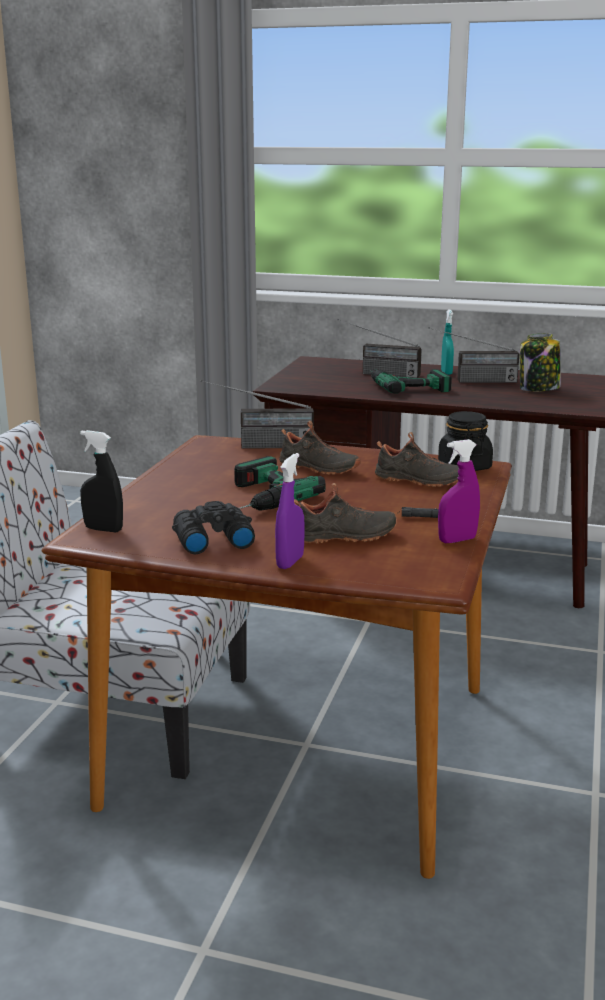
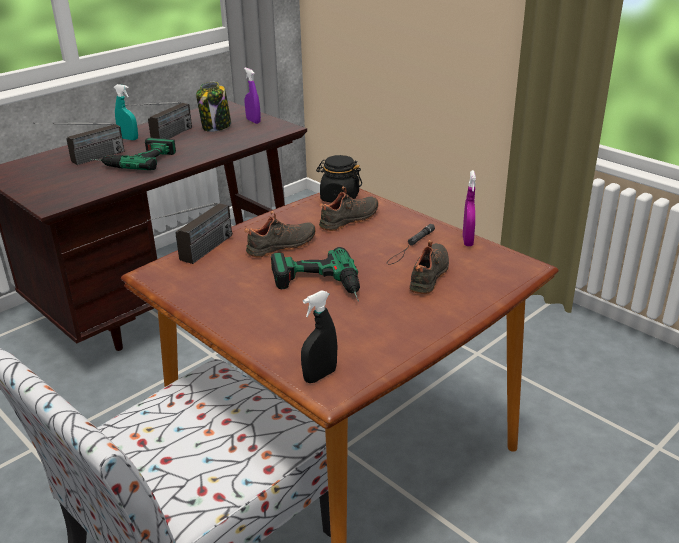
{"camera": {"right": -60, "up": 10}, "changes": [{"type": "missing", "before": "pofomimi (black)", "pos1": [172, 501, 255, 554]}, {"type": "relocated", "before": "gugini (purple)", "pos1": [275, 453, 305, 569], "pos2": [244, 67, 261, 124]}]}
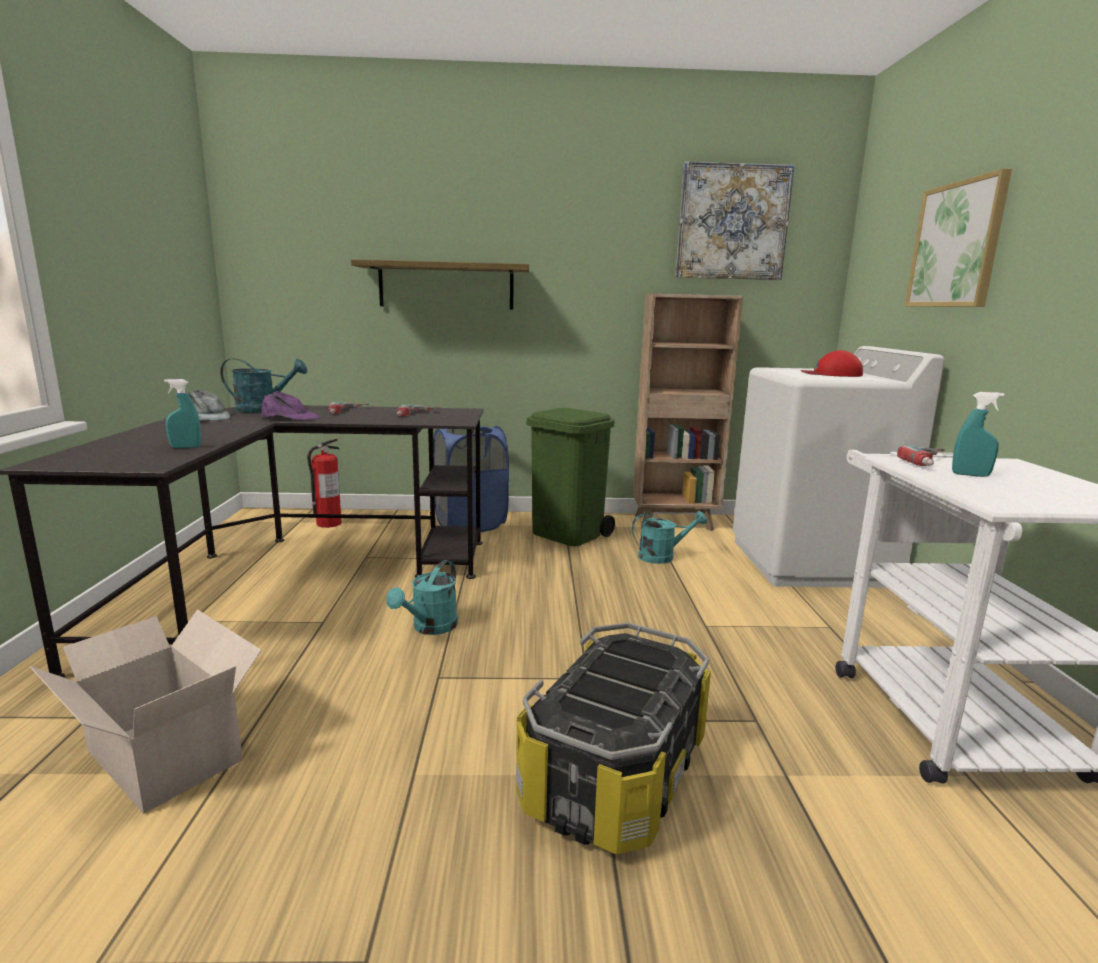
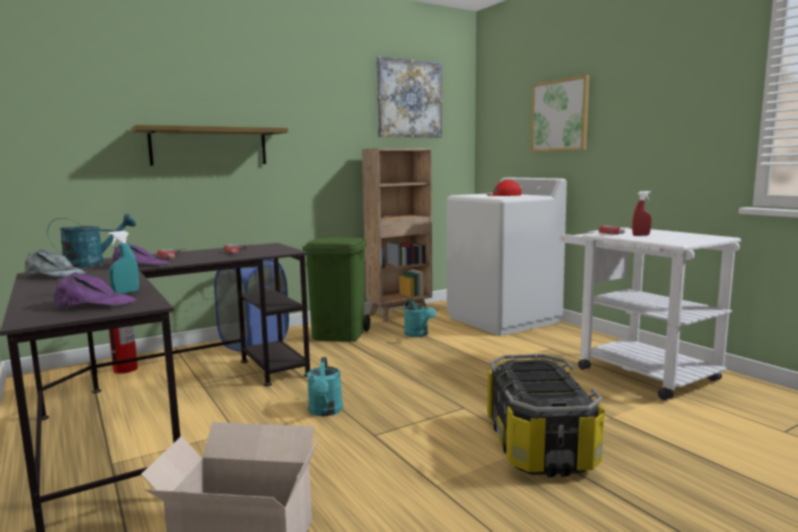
{"camera": {"right": -30, "up": -5}, "changes": [{"type": "spun", "before": "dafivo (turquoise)", "pos1": [632, 511, 707, 564], "pos2": [404, 299, 436, 337], "turn": 105}, {"type": "colour", "before": "gugini (turquoise)", "after": "gugini (red)", "pos1": [952, 392, 1005, 477], "pos2": [632, 191, 652, 236]}, {"type": "appeared", "after": "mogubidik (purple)", "pos2": [54, 272, 137, 308]}]}
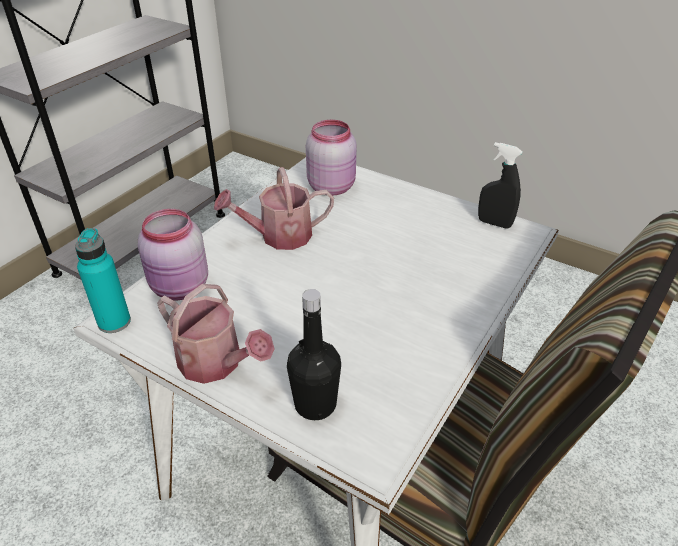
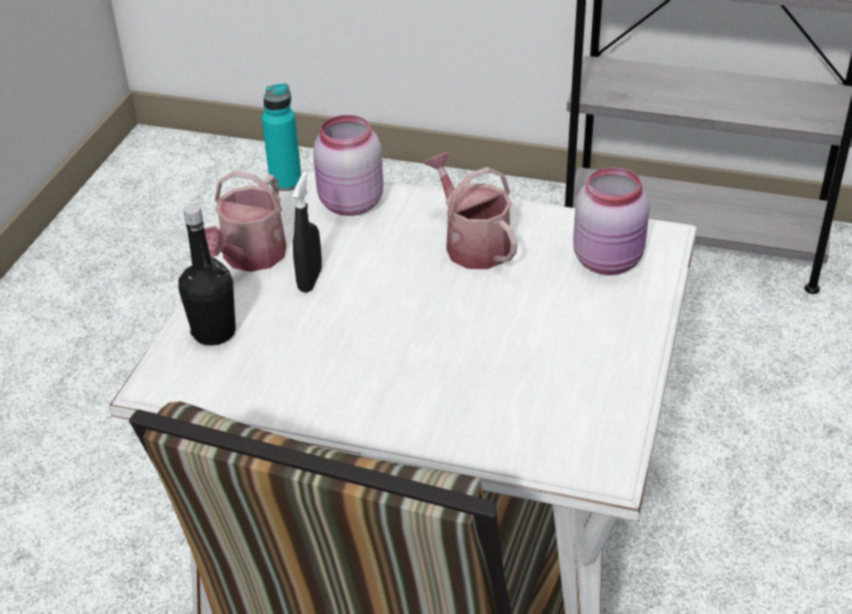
{"camera": {"right": 75, "up": 0}, "changes": [{"type": "relocated", "before": "gugini (black)", "pos1": [478, 142, 522, 229], "pos2": [292, 171, 322, 293]}]}
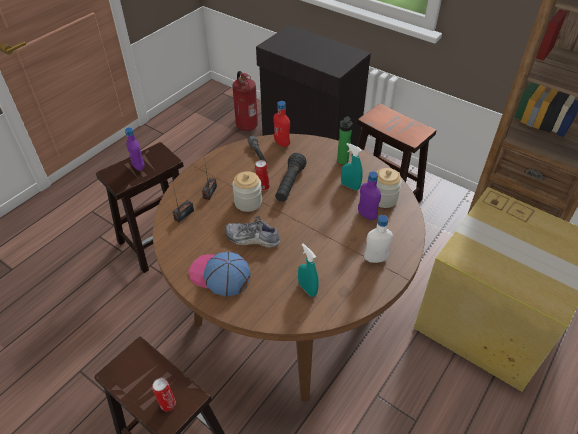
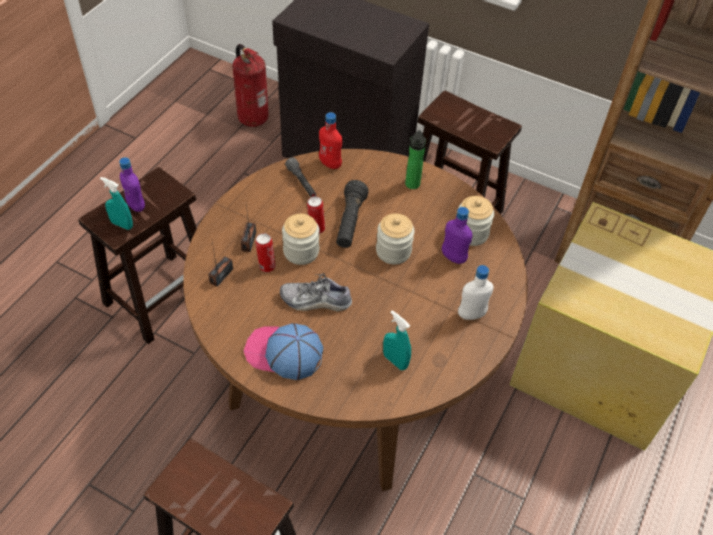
{"camera": {"right": -10, "up": 5}, "changes": [{"type": "relocated", "before": "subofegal", "pos1": [152, 378, 176, 411], "pos2": [255, 233, 276, 272]}, {"type": "relocated", "before": "gugini (turquoise)", "pos1": [341, 143, 363, 190], "pos2": [100, 177, 133, 230]}, {"type": "appeared", "after": "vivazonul", "pos2": [376, 213, 415, 264]}]}
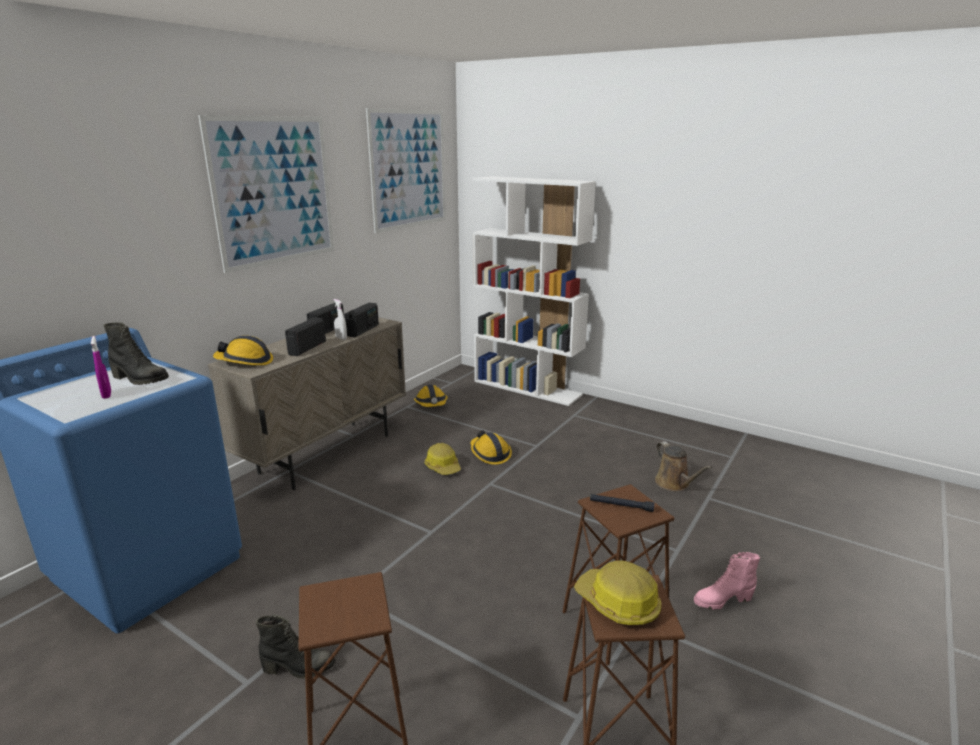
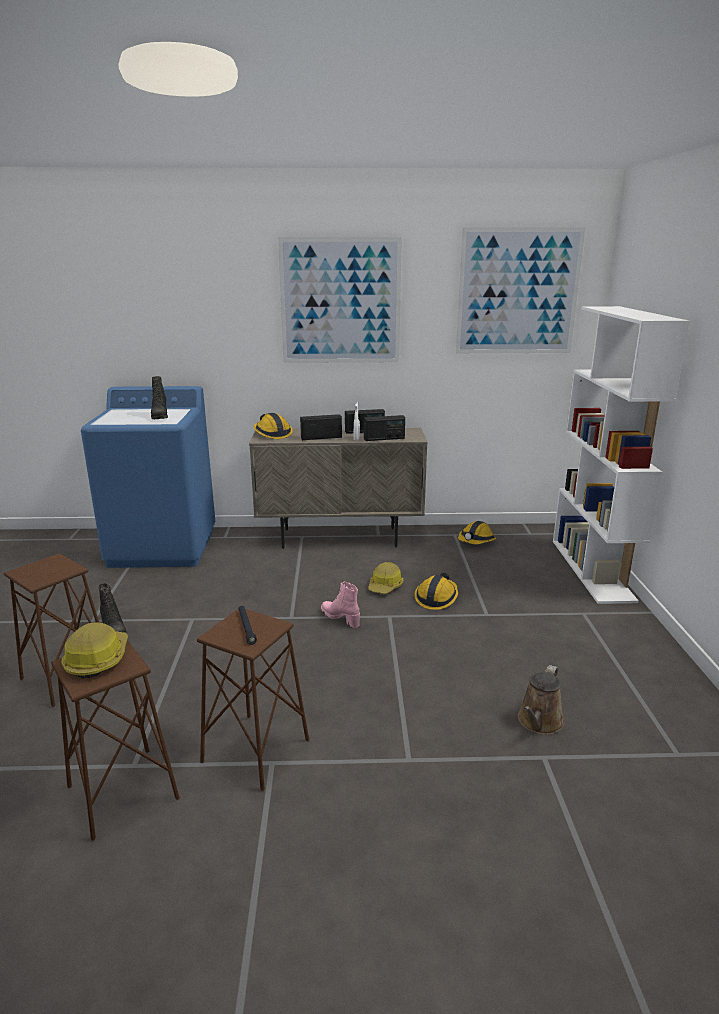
{"camera": {"right": 55, "up": 0}, "changes": [{"type": "missing", "before": "gugini (purple)", "pos1": [91, 336, 111, 399]}, {"type": "relocated", "before": "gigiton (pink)", "pos1": [694, 552, 760, 610], "pos2": [321, 582, 360, 628]}]}
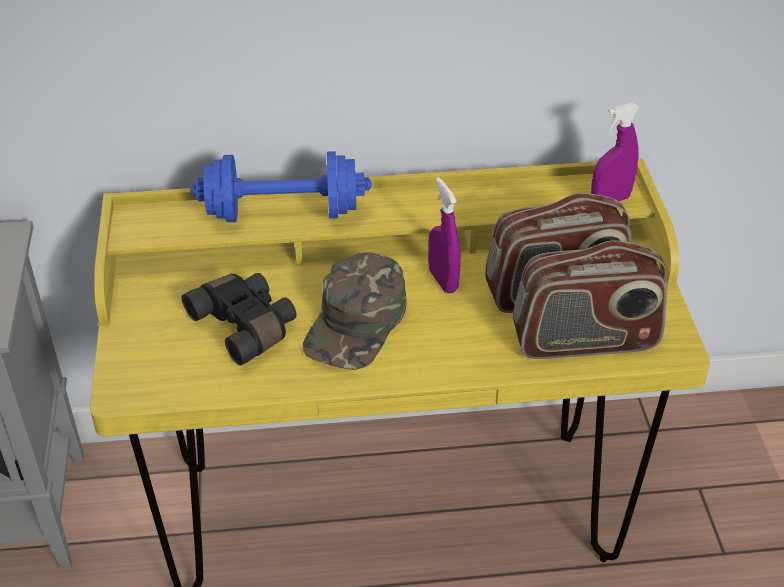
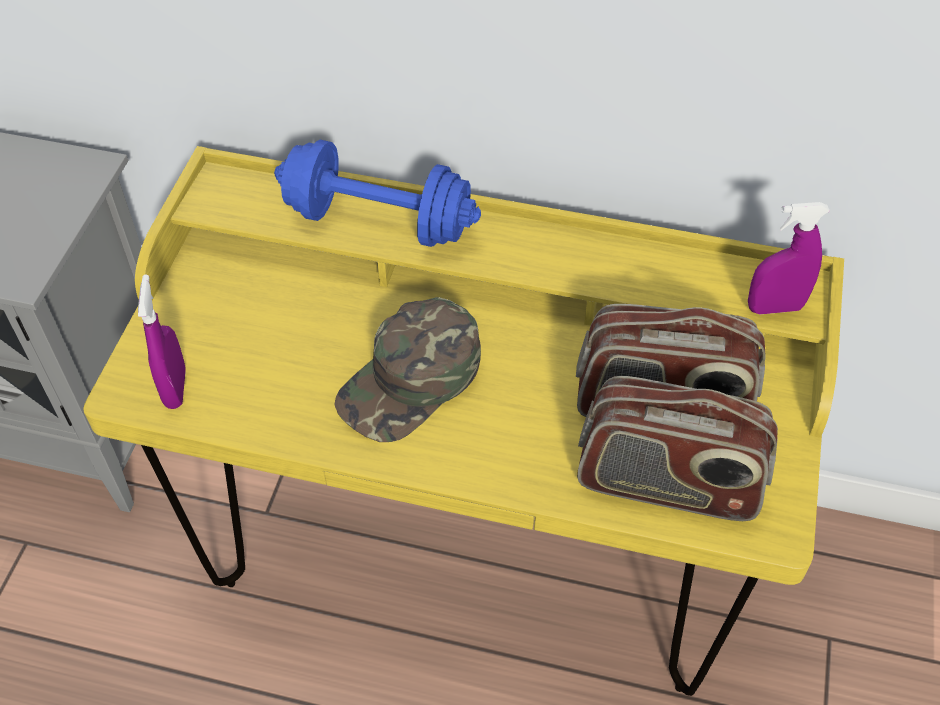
{"camera": {"right": 20, "up": 10}, "changes": [{"type": "missing", "before": "pofomimi (black)", "pos1": [182, 273, 297, 366]}, {"type": "relocated", "before": "gugini (purple)", "pos1": [428, 177, 461, 293], "pos2": [138, 274, 186, 409]}]}
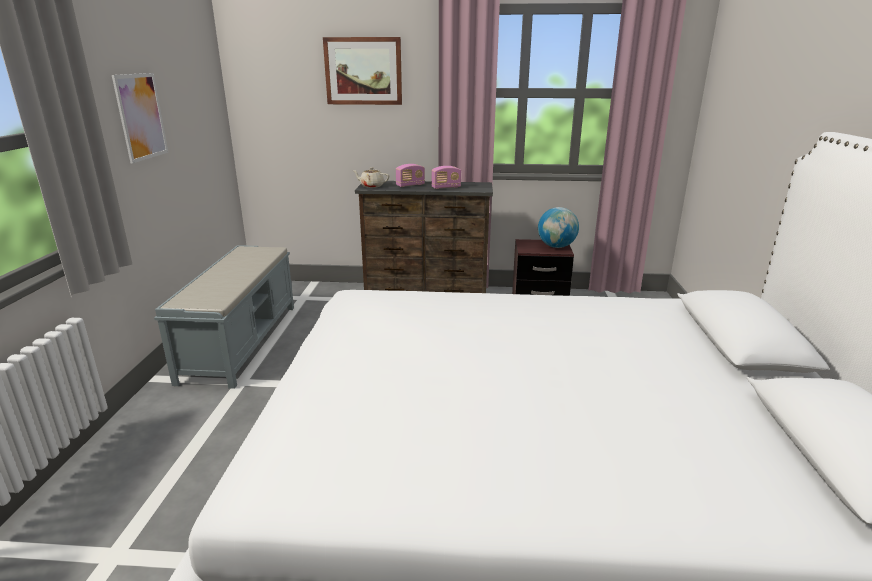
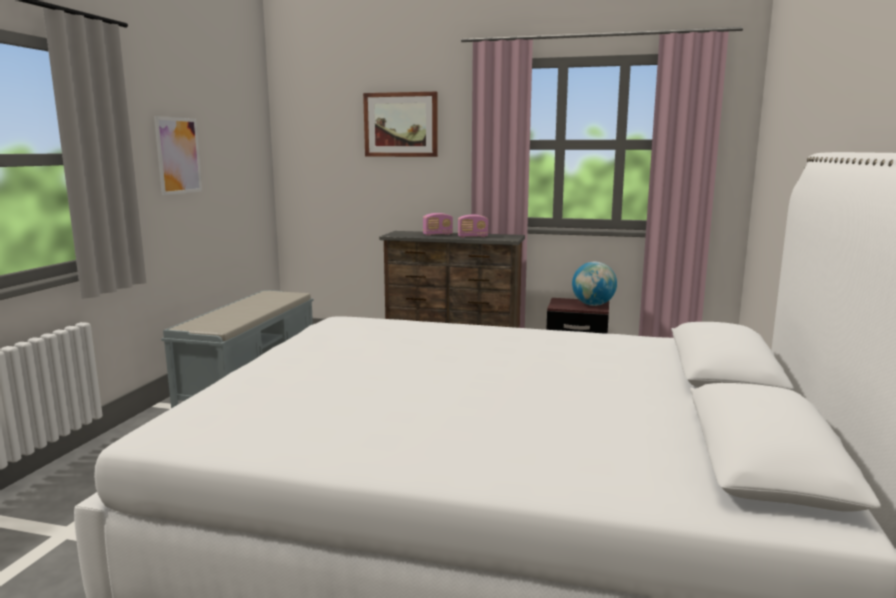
{"camera": {"right": 10, "up": -10}, "changes": [{"type": "missing", "before": "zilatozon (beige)", "pos1": [352, 167, 389, 188]}]}
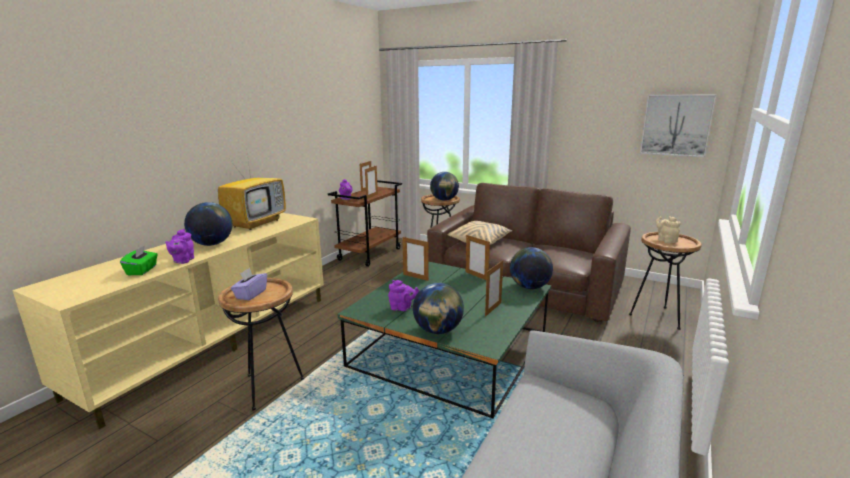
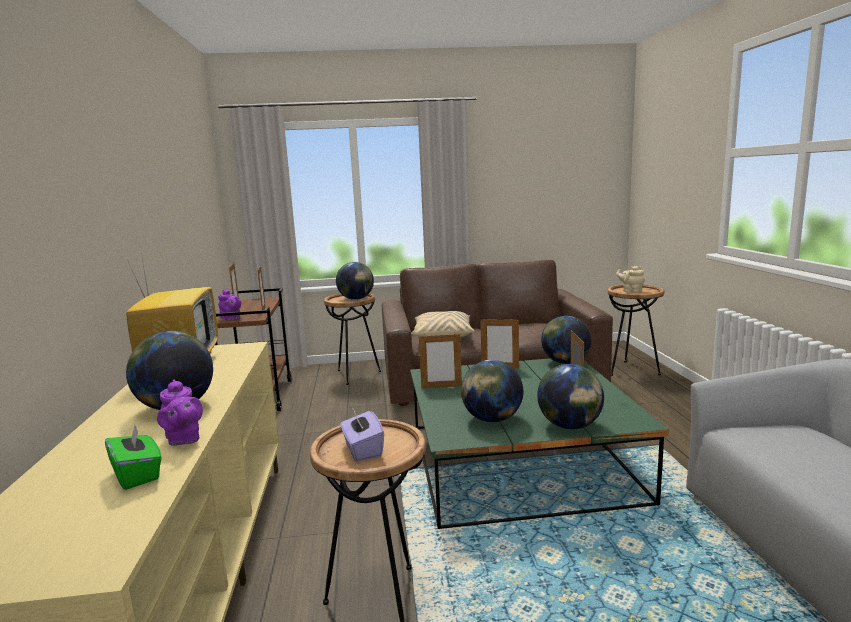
{"camera": {"right": -35, "up": -5}, "changes": [{"type": "exchanged", "before": "zilatozon (purple)", "after": "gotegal", "pos1": [388, 280, 419, 311], "pos2": [461, 360, 523, 422]}, {"type": "missing", "before": "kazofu", "pos1": [640, 94, 716, 157]}]}
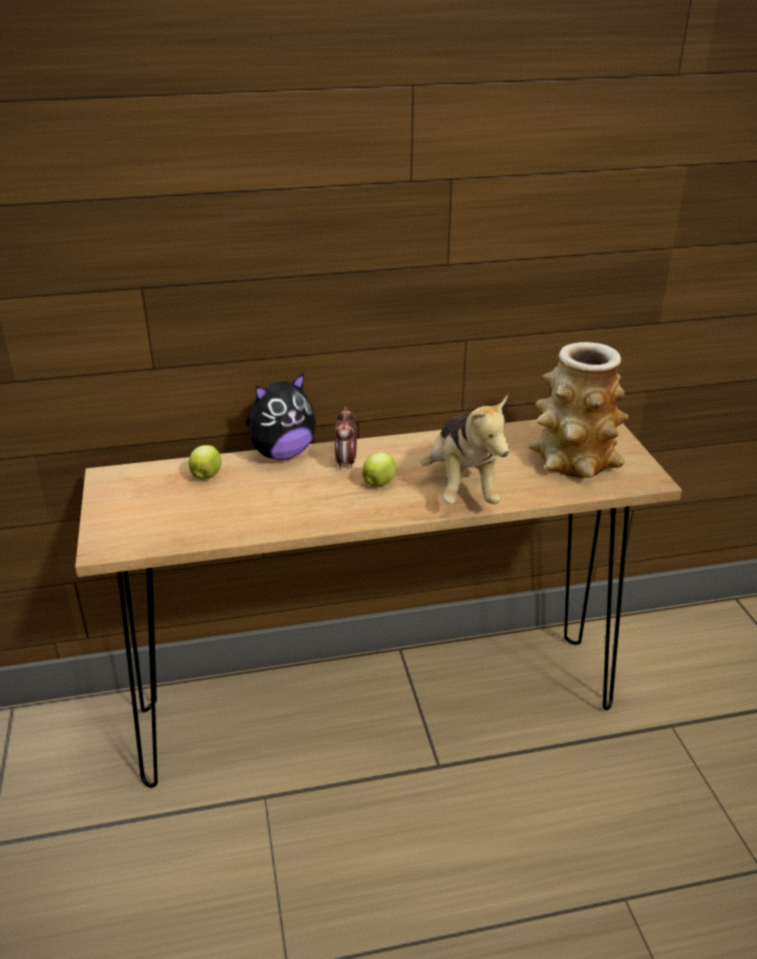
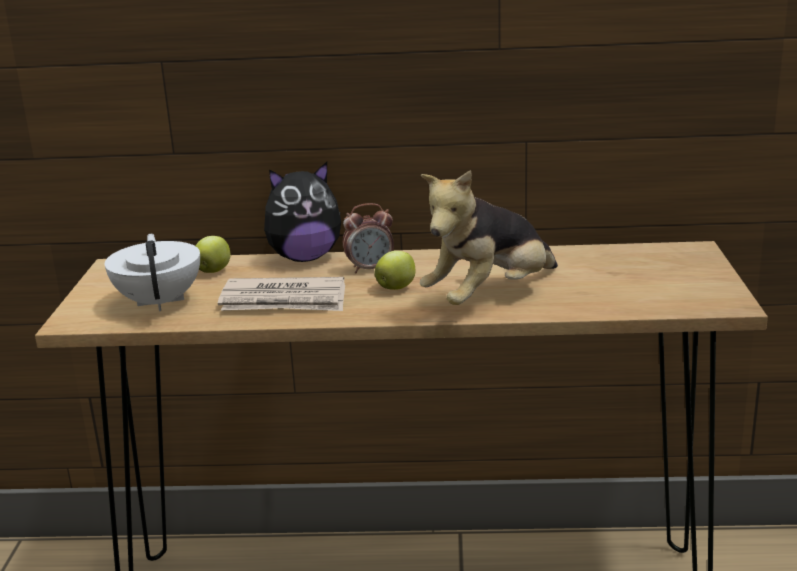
{"camera": {"right": 15, "up": -10}, "changes": [{"type": "spun", "before": "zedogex", "pos1": [335, 407, 357, 470], "pos2": [343, 203, 394, 273], "turn": -120}, {"type": "spun", "before": "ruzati", "pos1": [420, 394, 510, 504], "pos2": [420, 170, 558, 305], "turn": 45}, {"type": "missing", "before": "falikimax", "pos1": [529, 342, 629, 478]}, {"type": "appeared", "after": "zilatozon (white)", "pos2": [105, 234, 200, 311]}, {"type": "appeared", "after": "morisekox", "pos2": [218, 277, 345, 311]}]}
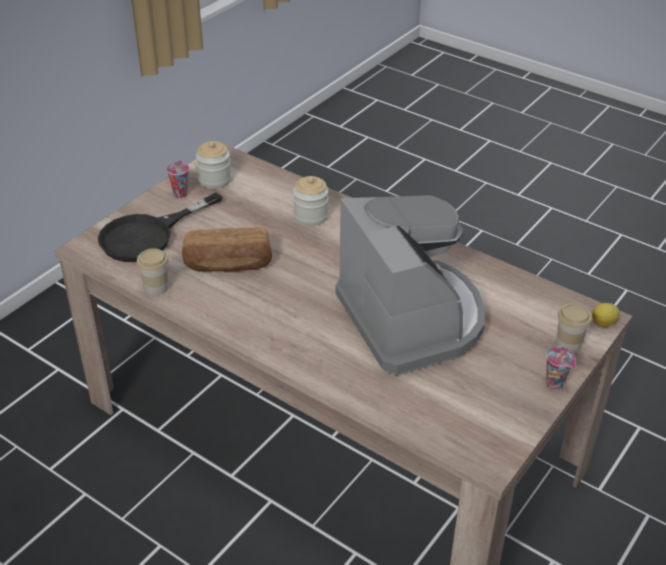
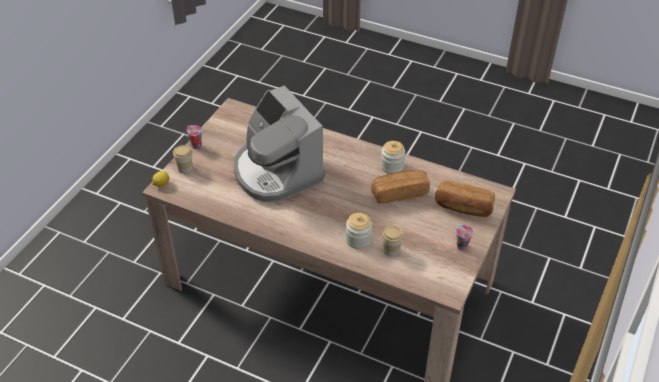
{"camera": {"right": 170, "up": 5}, "changes": [{"type": "exchanged", "before": "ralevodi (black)", "after": "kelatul", "pos1": [98, 192, 223, 262], "pos2": [435, 180, 495, 217]}, {"type": "relocated", "before": "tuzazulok", "pos1": [137, 248, 169, 296], "pos2": [382, 226, 403, 257]}, {"type": "relocated", "before": "vivazonul", "pos1": [196, 141, 231, 189], "pos2": [381, 141, 405, 174]}]}
